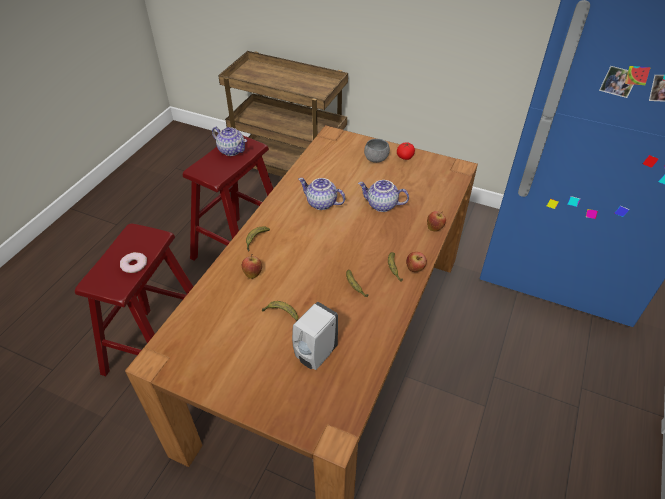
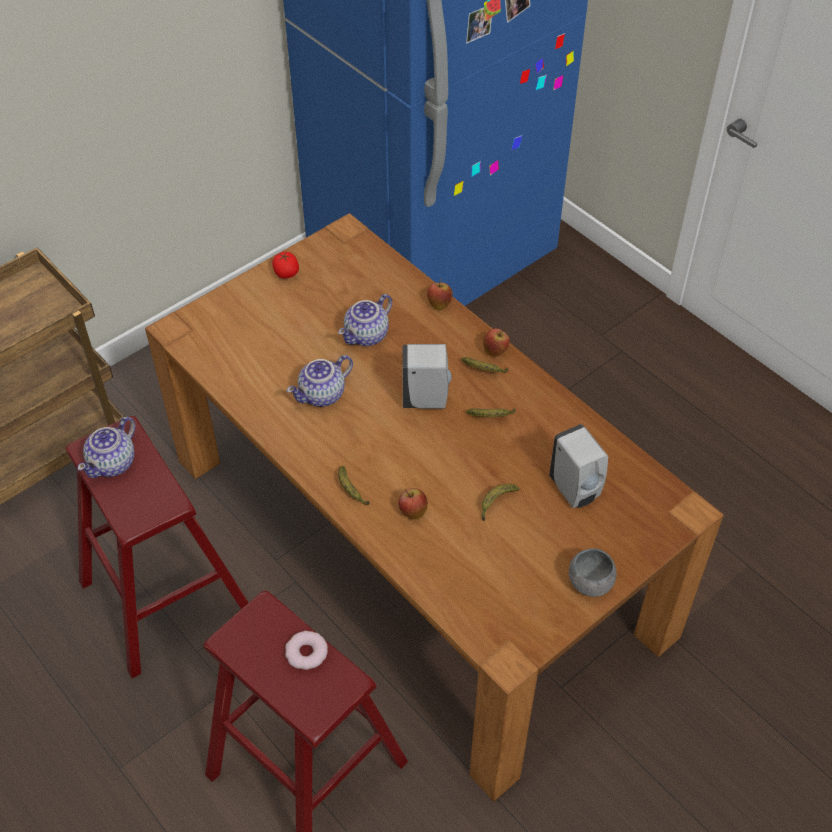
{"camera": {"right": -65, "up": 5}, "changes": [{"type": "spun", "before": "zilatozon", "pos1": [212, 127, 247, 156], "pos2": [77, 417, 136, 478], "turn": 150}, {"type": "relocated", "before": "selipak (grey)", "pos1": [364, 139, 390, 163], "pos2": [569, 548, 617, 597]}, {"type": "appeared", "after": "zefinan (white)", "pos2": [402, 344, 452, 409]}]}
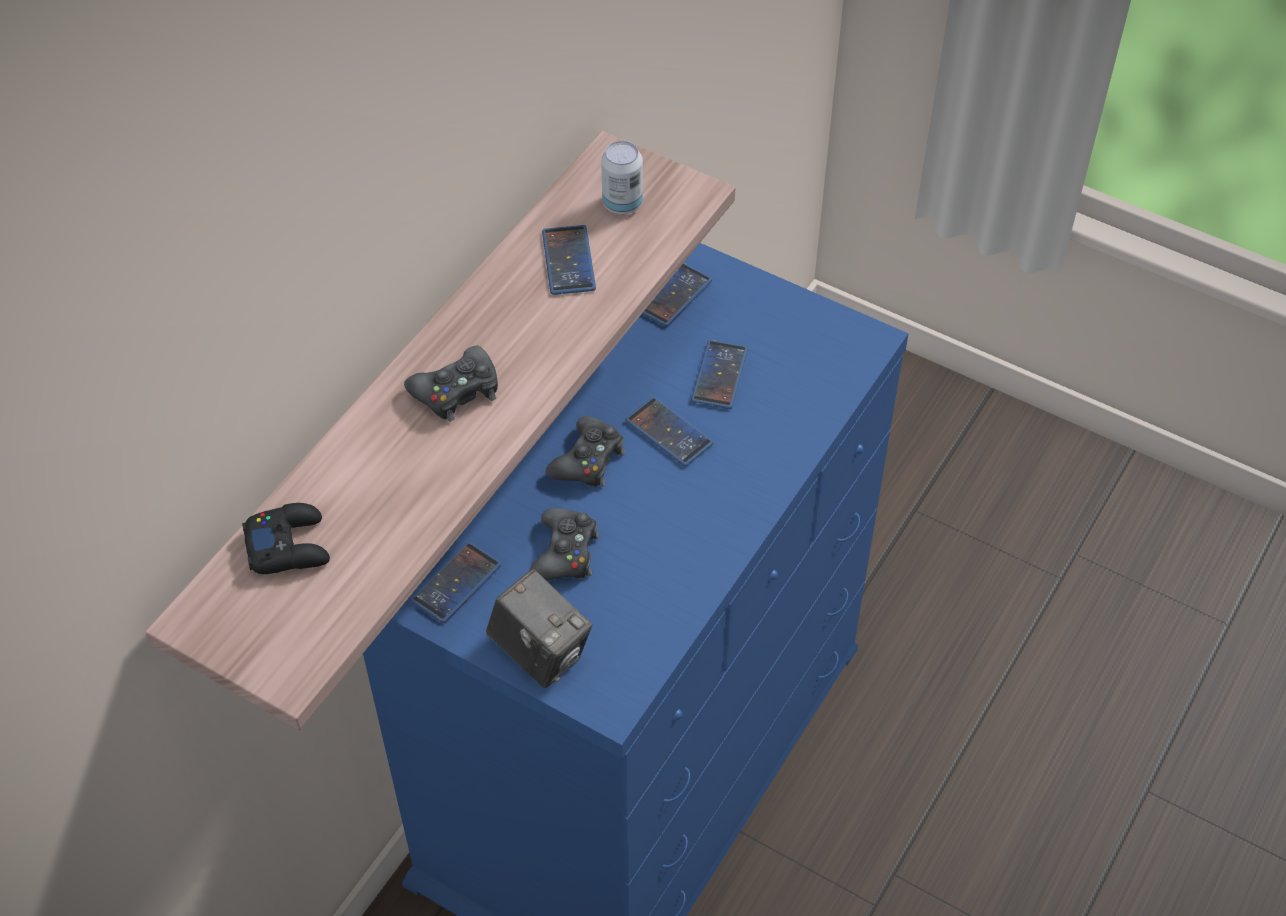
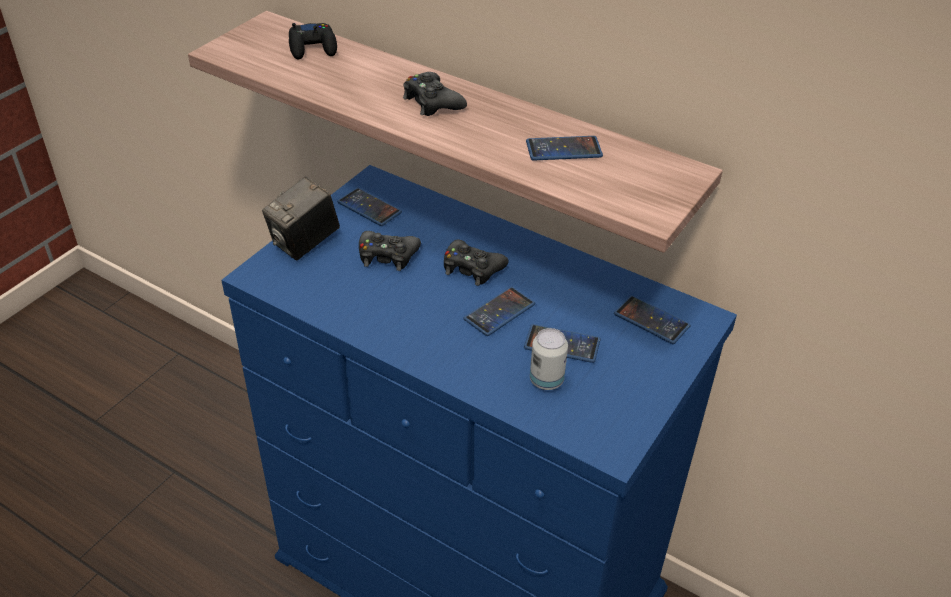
{"camera": {"right": 90, "up": -10}, "changes": [{"type": "relocated", "before": "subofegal", "pos1": [601, 141, 643, 214], "pos2": [530, 328, 568, 390]}]}
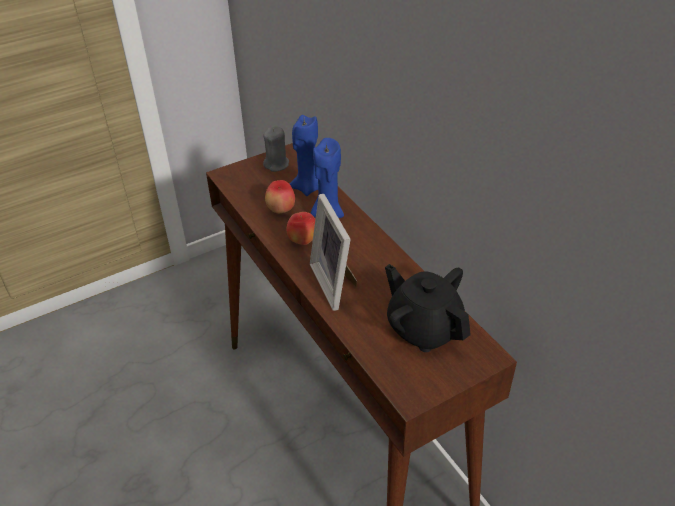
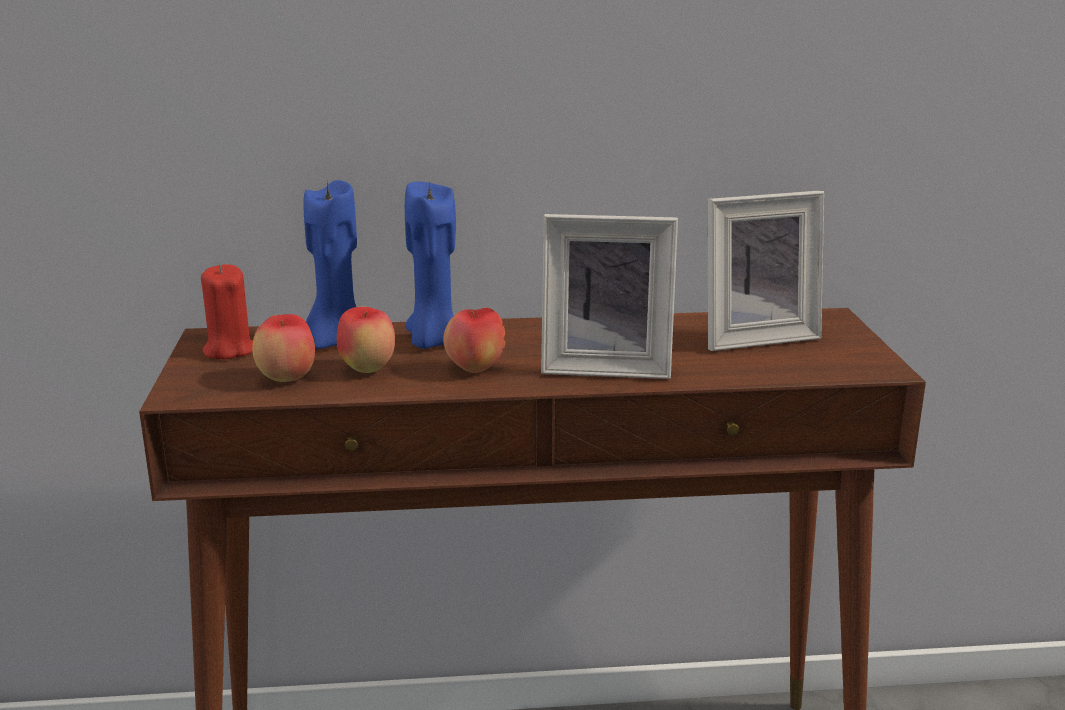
{"camera": {"right": -65, "up": -20}, "changes": [{"type": "colour", "before": "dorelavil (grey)", "after": "dorelavil (red)", "pos1": [263, 126, 289, 172], "pos2": [201, 264, 253, 359]}, {"type": "exchanged", "before": "zilatozon (black)", "after": "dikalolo", "pos1": [385, 264, 471, 352], "pos2": [708, 191, 824, 351]}, {"type": "appeared", "after": "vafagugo", "pos2": [252, 314, 315, 382]}]}
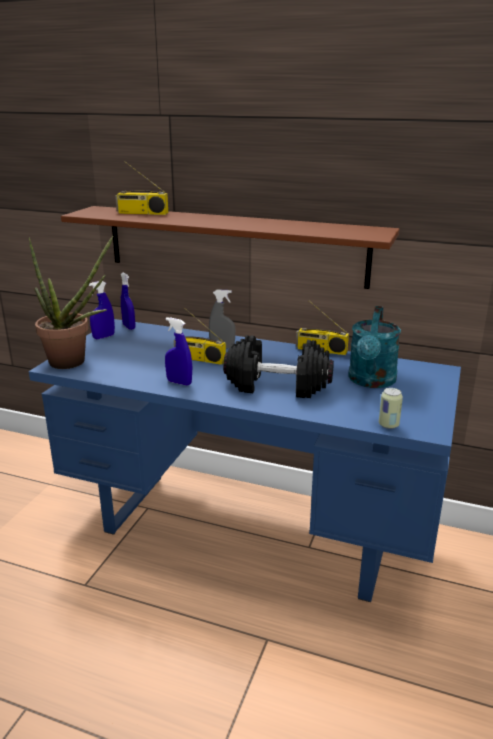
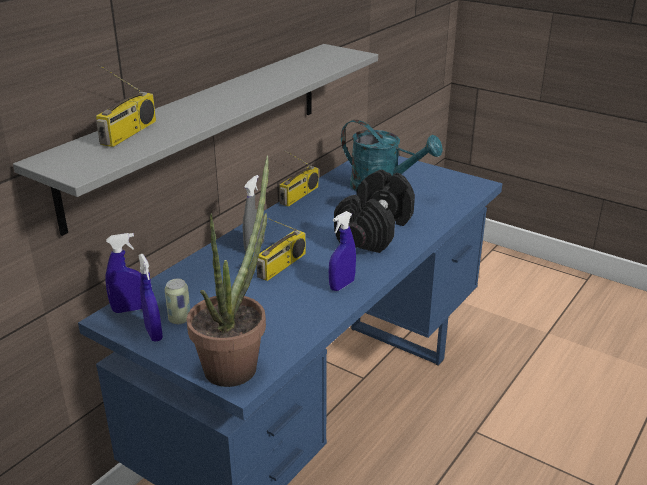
{"camera": {"right": -75, "up": 5}, "changes": [{"type": "colour", "before": "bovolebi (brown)", "after": "bovolebi (grey)", "pos1": [61, 206, 400, 289], "pos2": [13, 44, 378, 236]}, {"type": "relocated", "before": "subofegal", "pos1": [379, 388, 403, 429], "pos2": [165, 278, 190, 324]}]}
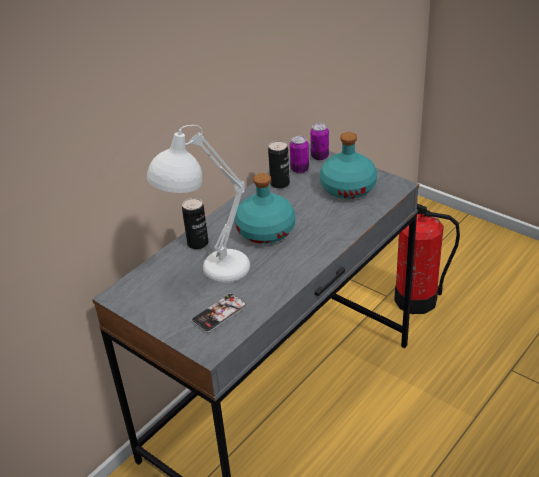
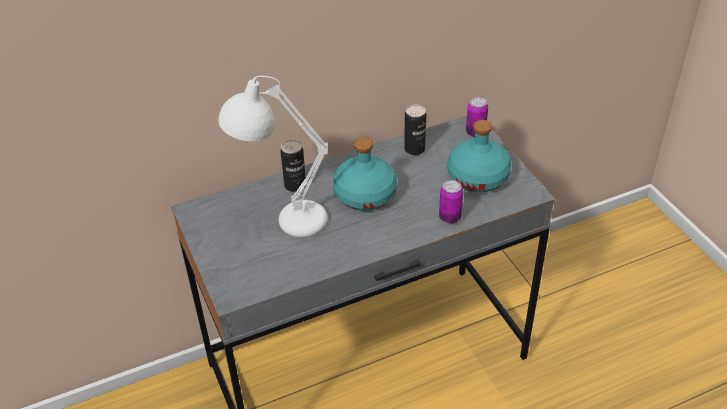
{"camera": {"right": 25, "up": 5}, "changes": [{"type": "missing", "before": "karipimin", "pos1": [191, 293, 247, 333]}, {"type": "relocated", "before": "subofegal", "pos1": [290, 136, 309, 174], "pos2": [439, 180, 463, 224]}, {"type": "missing", "before": "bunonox", "pos1": [394, 204, 460, 314]}]}
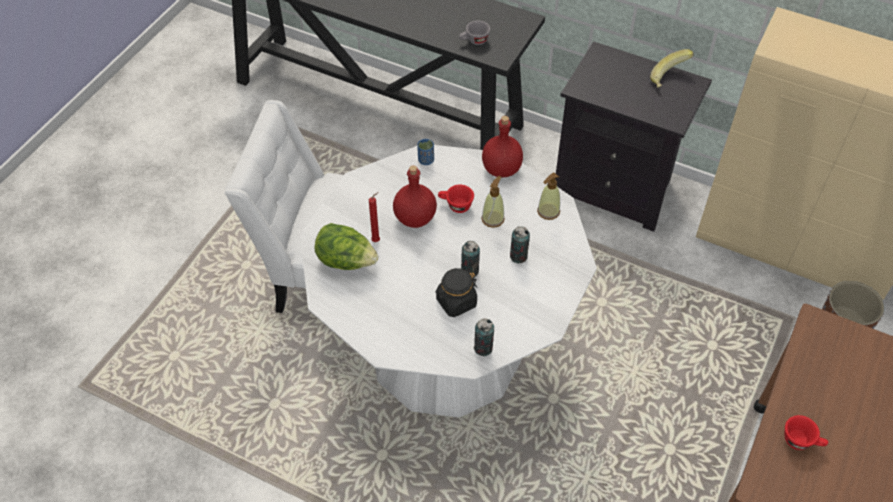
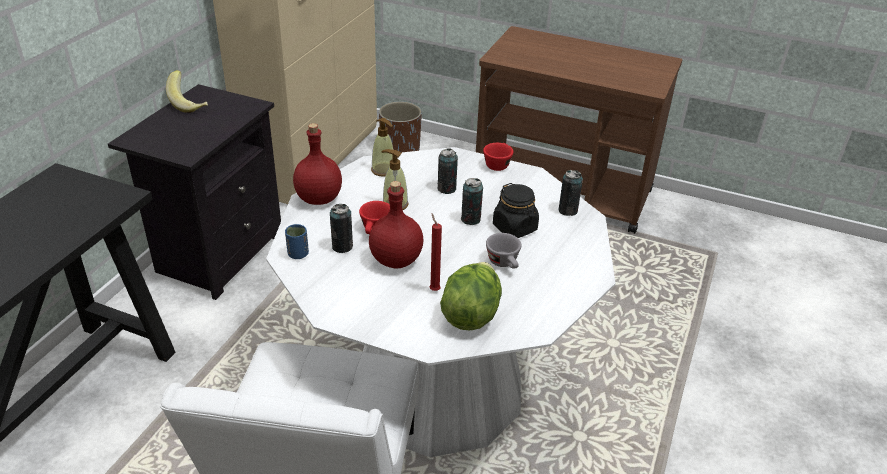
{"camera": {"right": -95, "up": -15}, "changes": [{"type": "relocated", "before": "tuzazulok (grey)", "pos1": [459, 21, 490, 45], "pos2": [486, 233, 521, 269]}, {"type": "relocated", "before": "tuzazulok (red)", "pos1": [785, 415, 828, 450], "pos2": [483, 143, 513, 171]}, {"type": "appeared", "after": "subofegal", "pos2": [330, 204, 353, 253]}]}
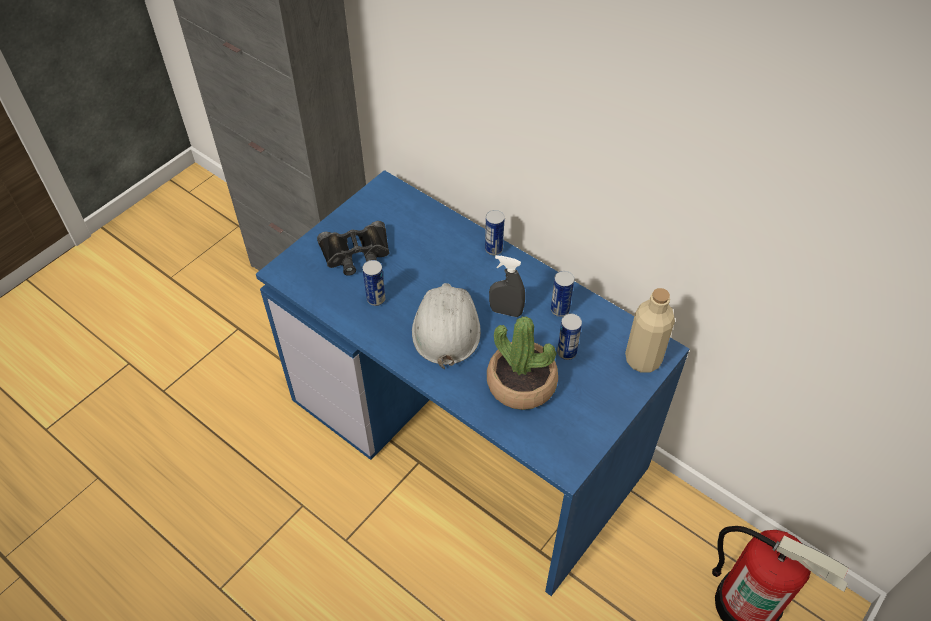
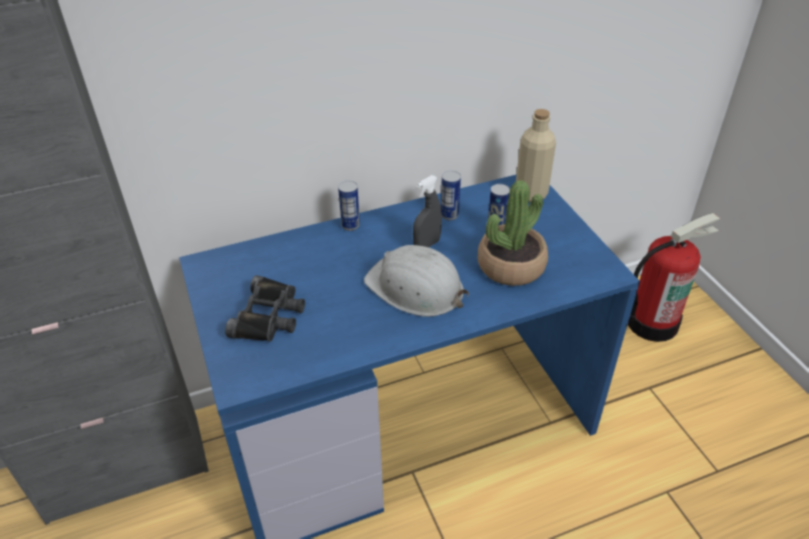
{"camera": {"right": -60, "up": -10}, "changes": [{"type": "missing", "before": "subofegal", "pos1": [362, 260, 386, 306]}]}
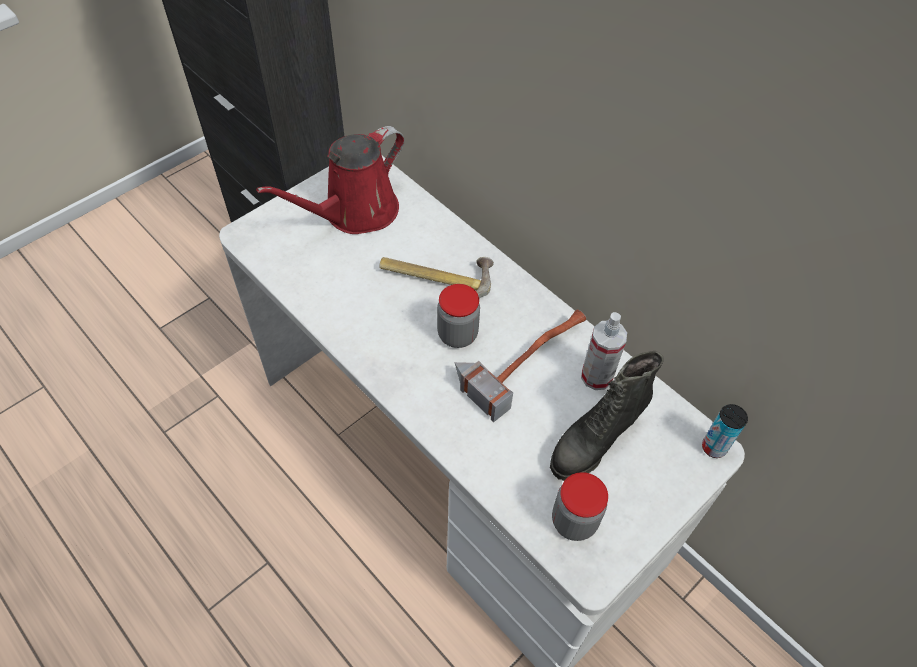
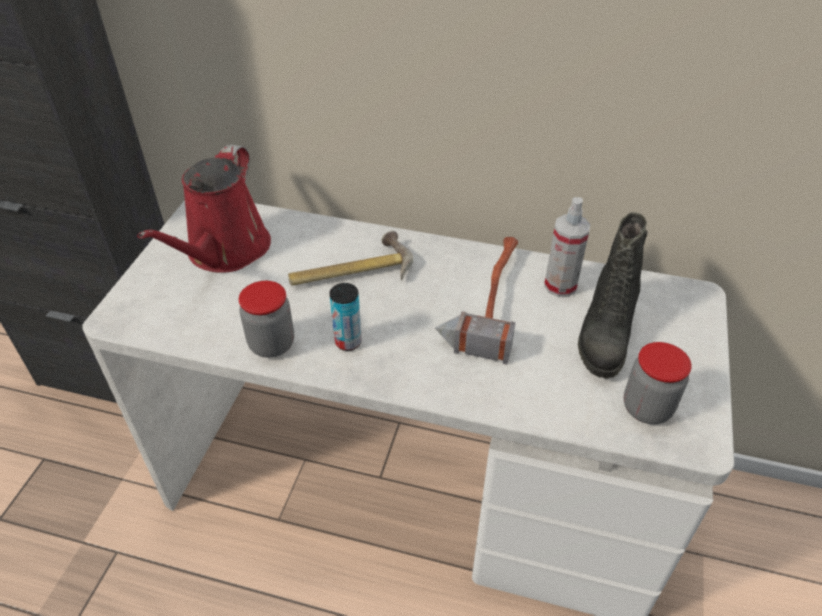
{"camera": {"right": -30, "up": -10}, "changes": [{"type": "relocated", "before": "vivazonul", "pos1": [437, 284, 480, 348], "pos2": [239, 281, 294, 358]}, {"type": "relocated", "before": "subofegal", "pos1": [702, 404, 748, 458], "pos2": [329, 283, 362, 351]}]}
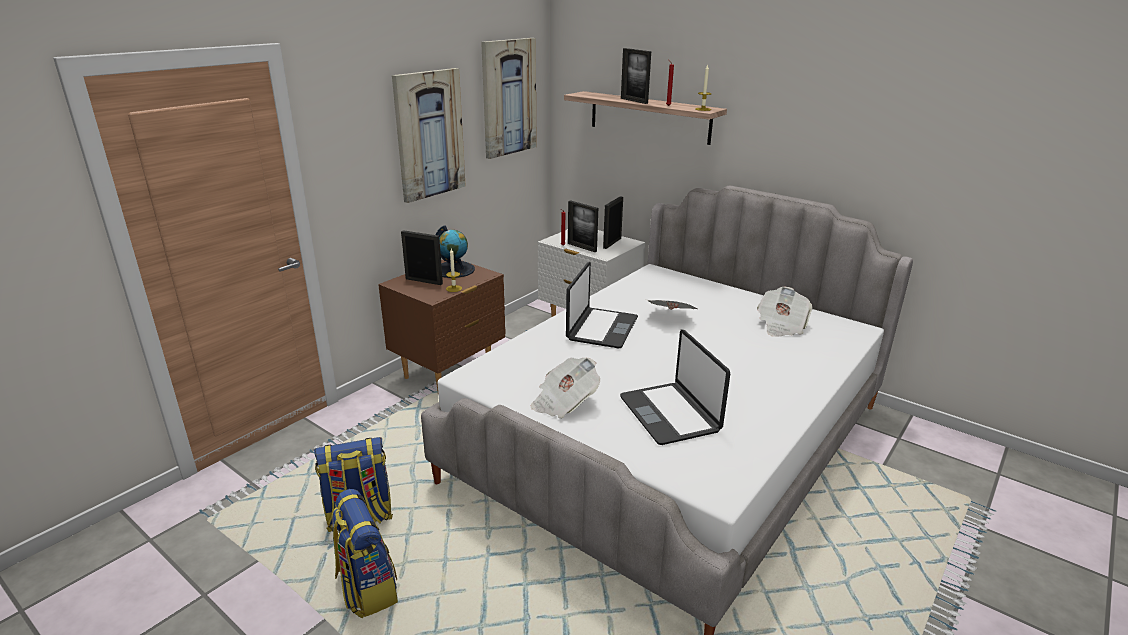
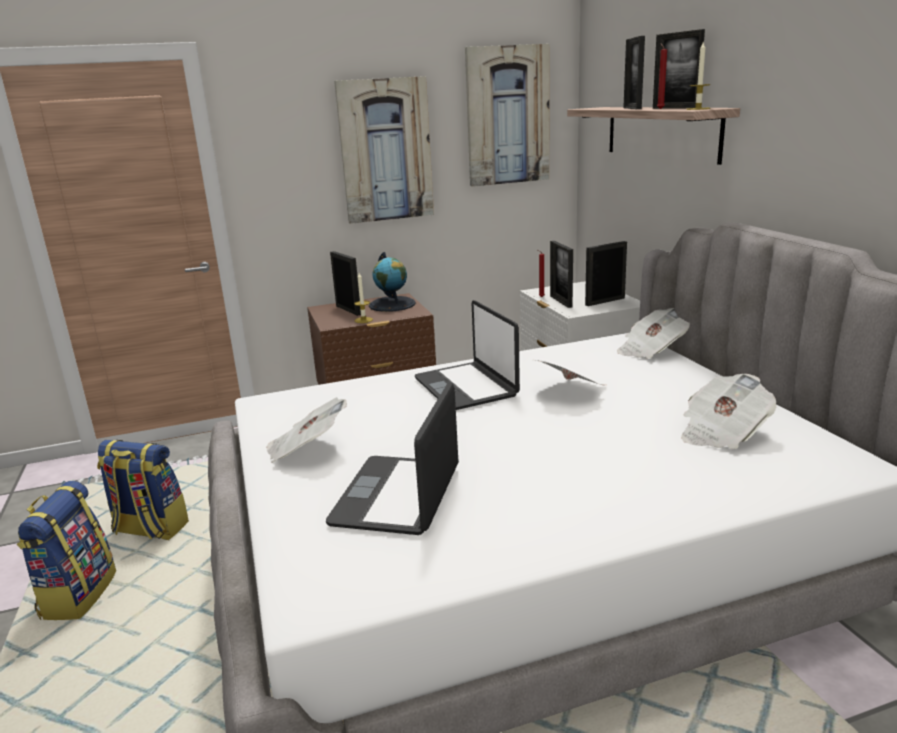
{"camera": {"right": 35, "up": -5}, "changes": [{"type": "spun", "before": "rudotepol", "pos1": [566, 262, 638, 348], "pos2": [415, 300, 520, 410], "turn": 105}, {"type": "appeared", "after": "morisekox", "pos2": [617, 308, 690, 359]}, {"type": "appeared", "after": "dikalolo", "pos2": [653, 29, 705, 109]}]}
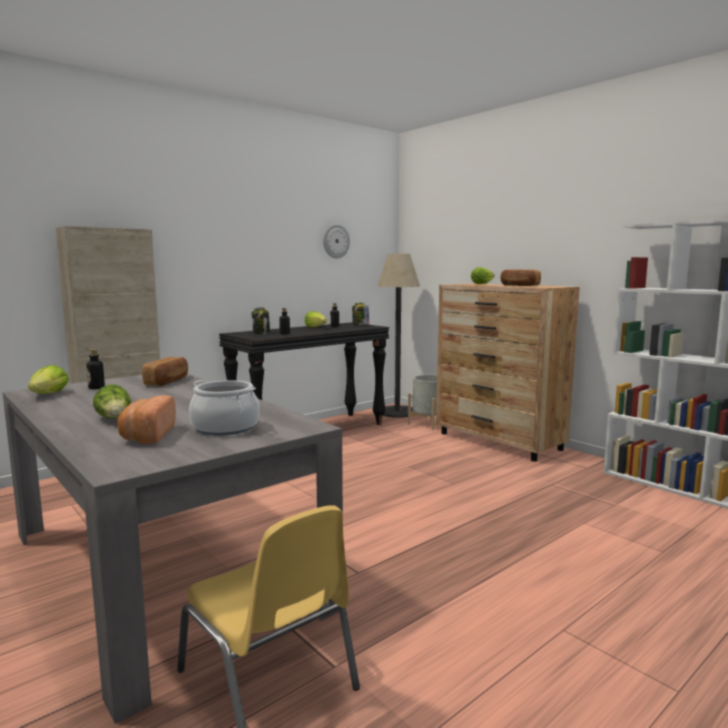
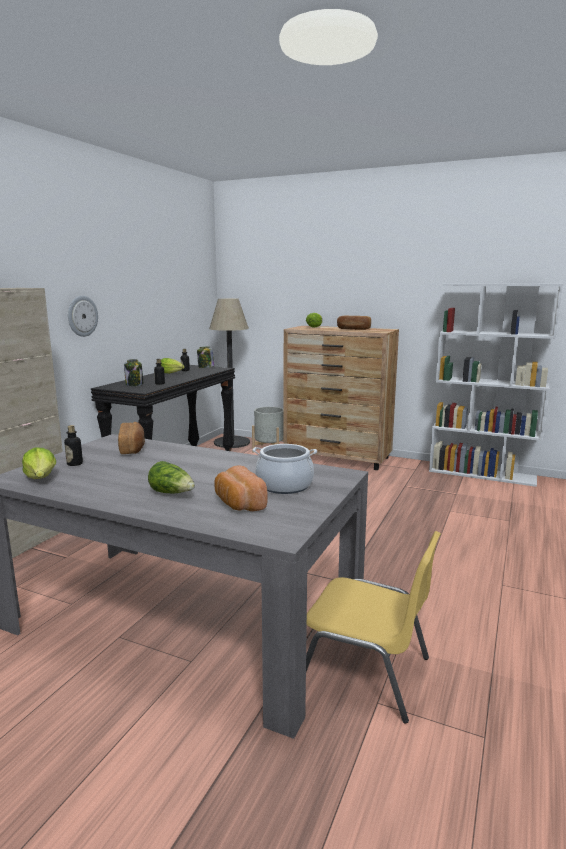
{"camera": {"right": -25, "up": 5}, "changes": [{"type": "relocated", "before": "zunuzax", "pos1": [323, 224, 350, 259], "pos2": [68, 296, 98, 337]}]}
